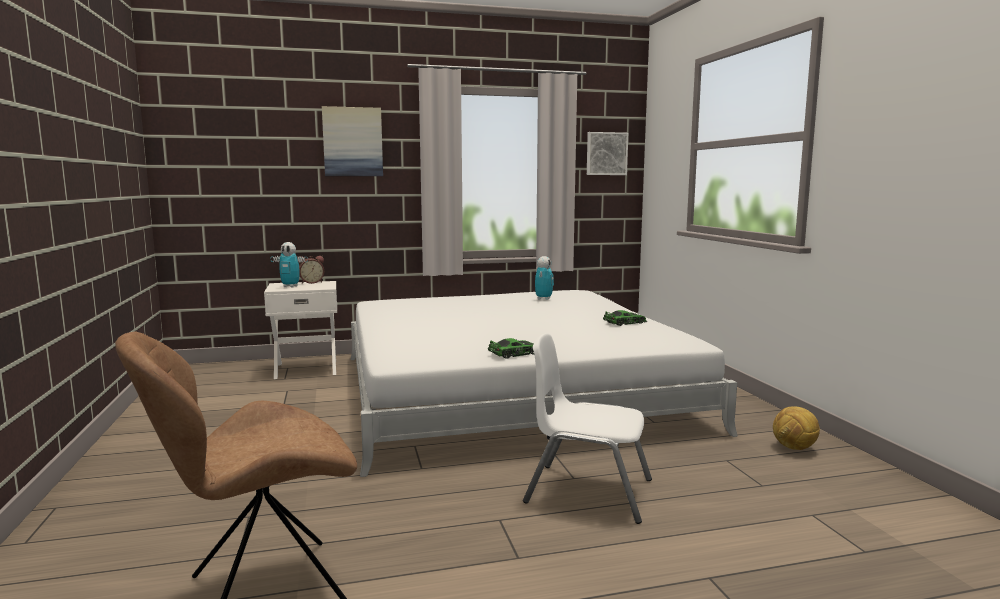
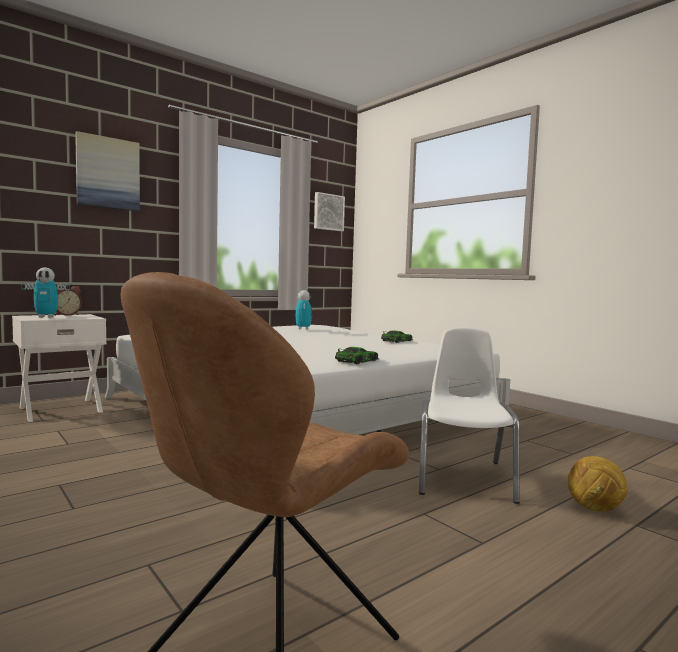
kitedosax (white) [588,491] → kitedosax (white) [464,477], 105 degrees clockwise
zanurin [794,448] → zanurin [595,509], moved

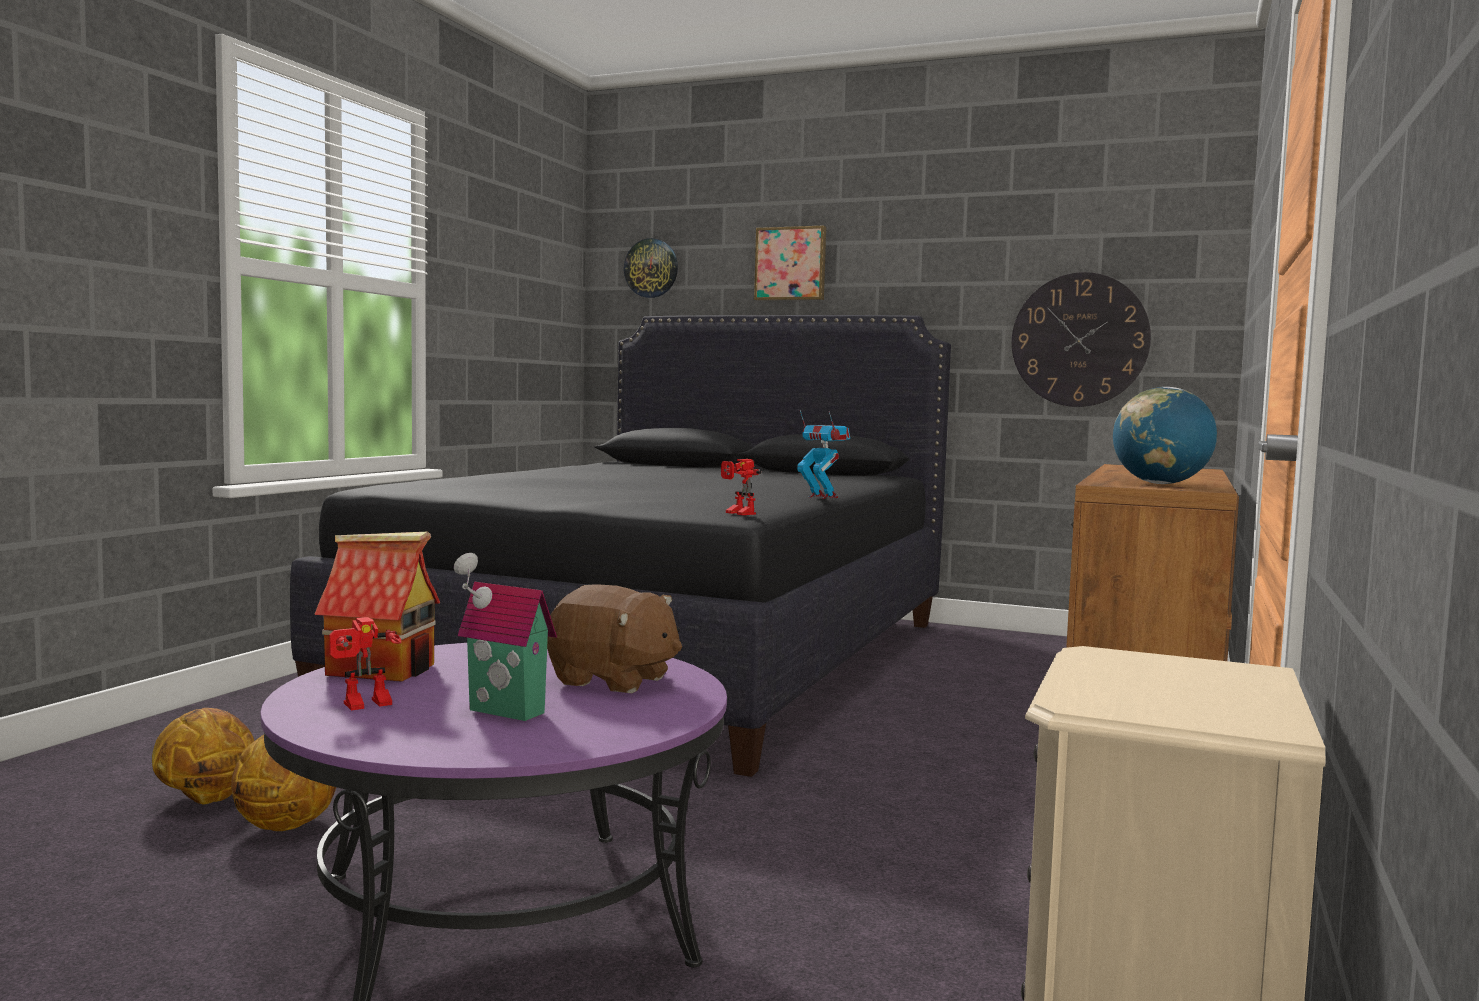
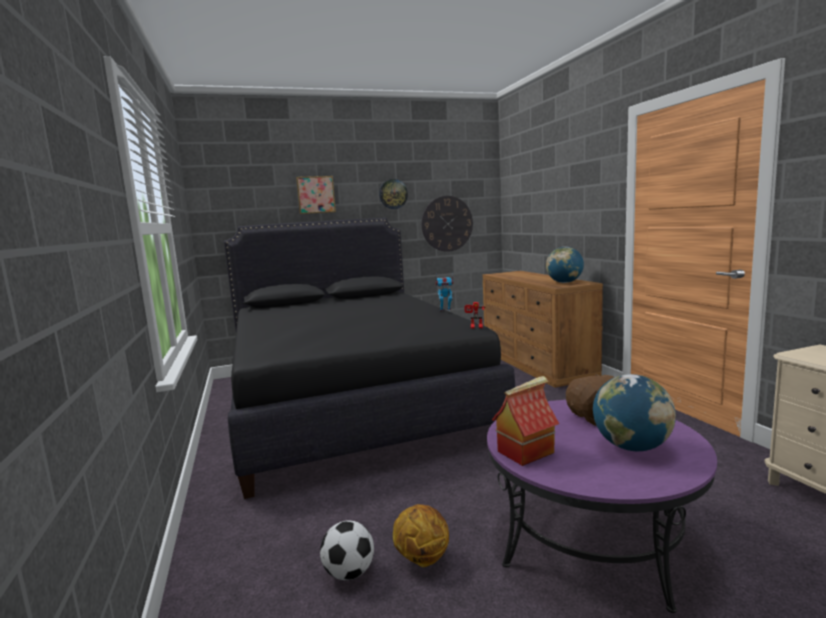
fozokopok [206,799] → zanurin [349,573]
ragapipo [651,268] → ragapipo [393,194], moved
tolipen [502,712] → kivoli [631,447]
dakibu [366,706] → -

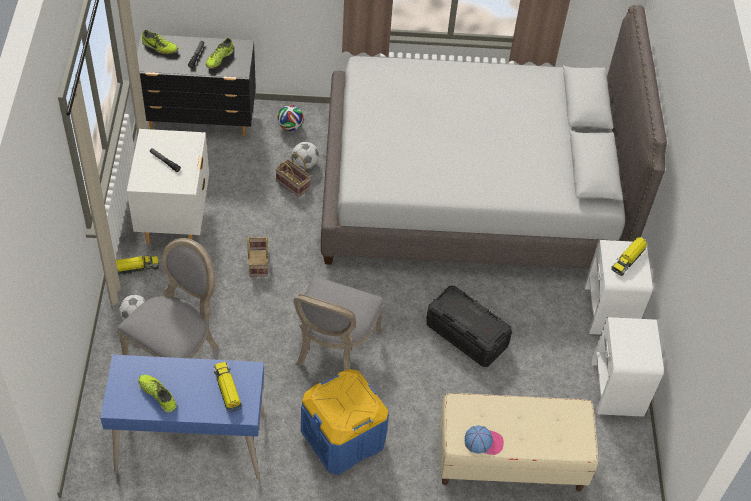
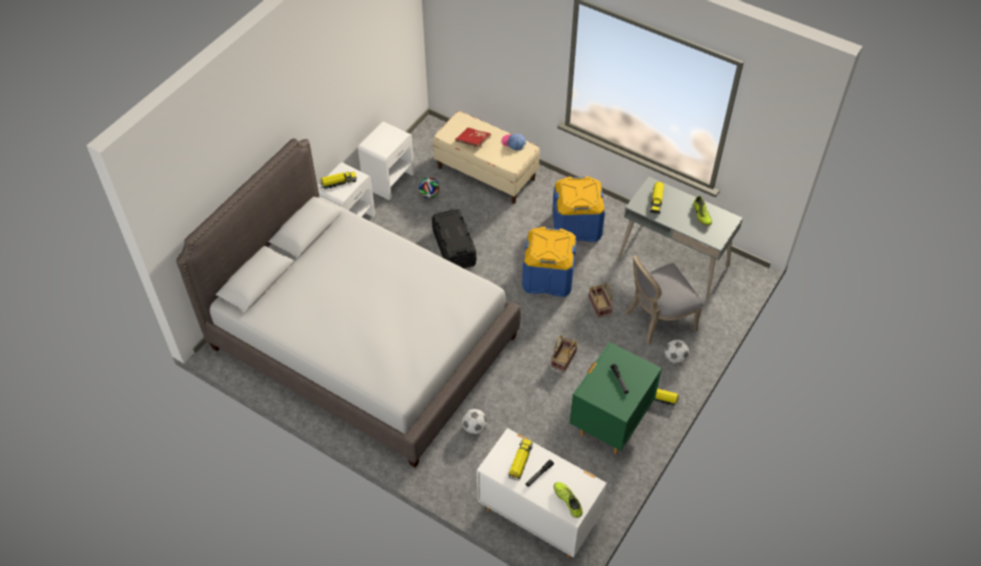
zanurin [290,127] → zanurin [429,195], moved
- → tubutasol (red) [473,141]
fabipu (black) [200,120] → fabipu (white) [537,517]
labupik [219,59] → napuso [520,462]
kitedosax (grey) [333,349] → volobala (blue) [548,277]
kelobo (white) [174,221] → kelobo (green) [610,424]
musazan [294,184] → musazan [598,305], moved
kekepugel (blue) [191,445] → kekepugel (grey) [673,261]

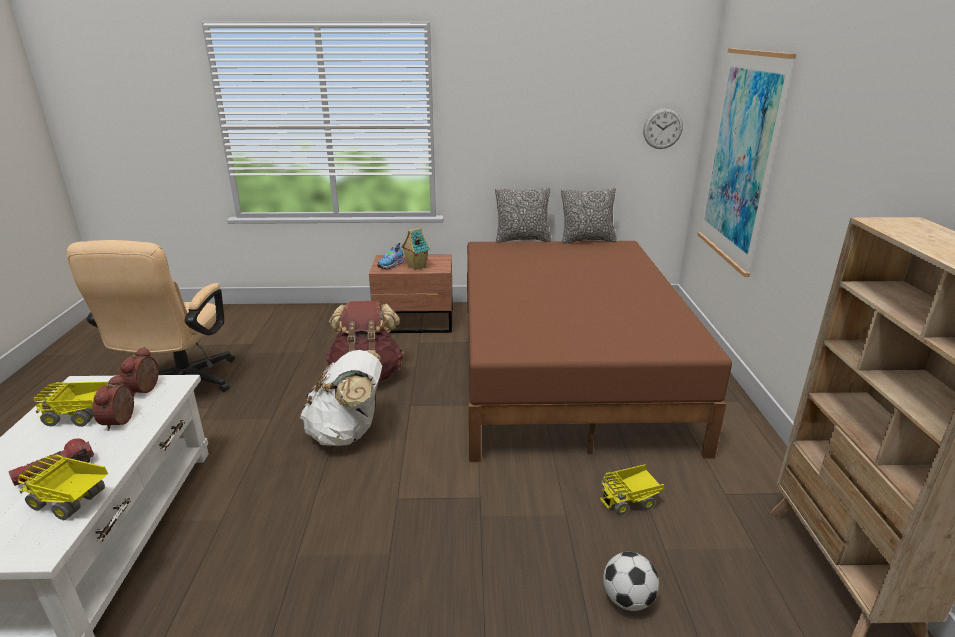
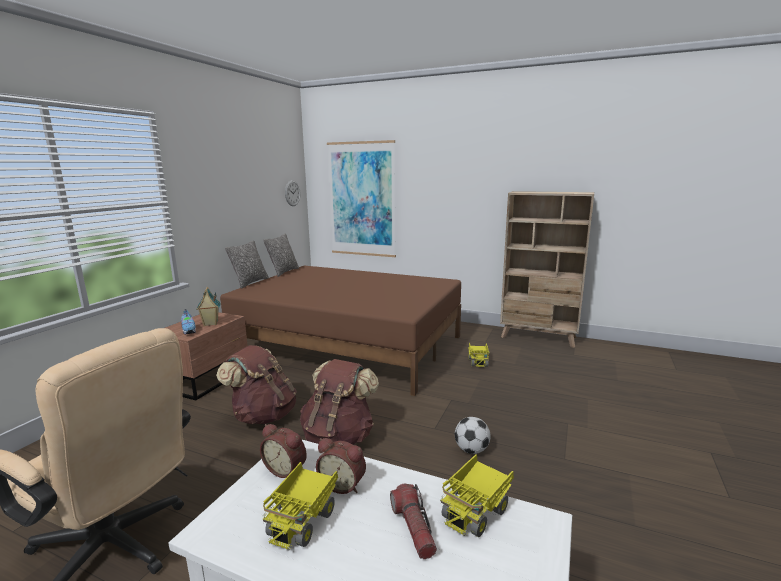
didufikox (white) [347,433] → didufikox (brown) [339,437]
zanurin [628,600] → zanurin [471,450], moved

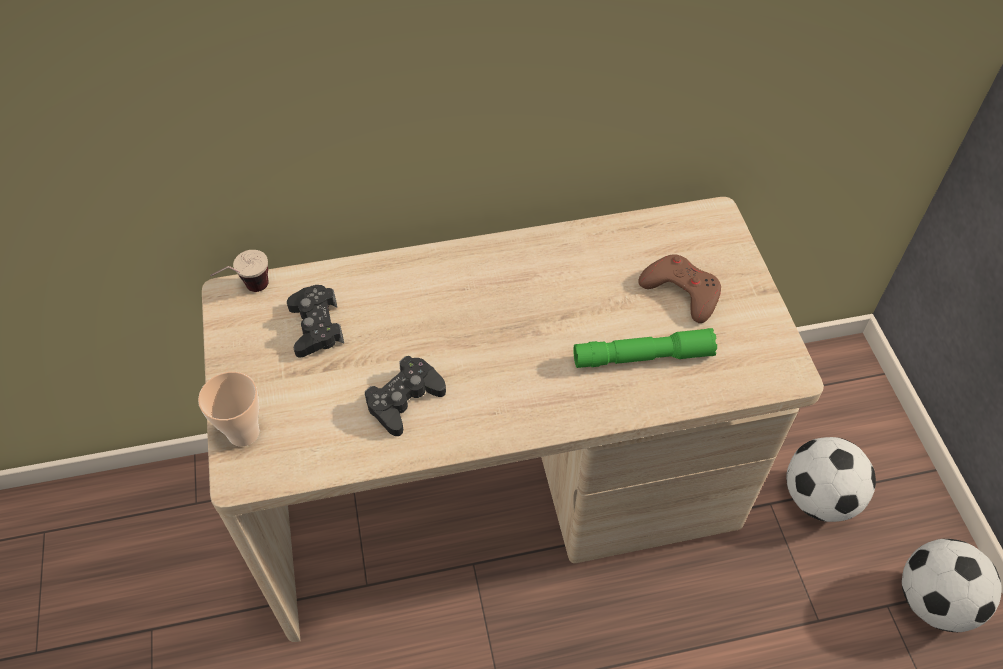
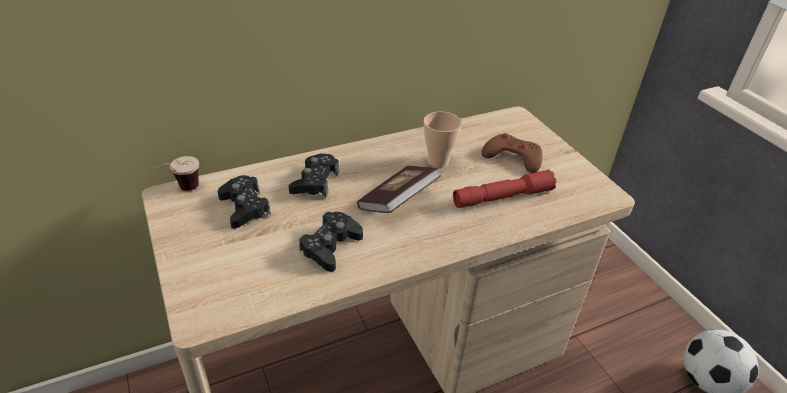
- → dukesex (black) [315,182]
- → tubutasol [398,201]
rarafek [243,433] → rarafek [438,161], moved
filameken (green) [642,357] → filameken (red) [502,197]
zanurin [819,498] → -

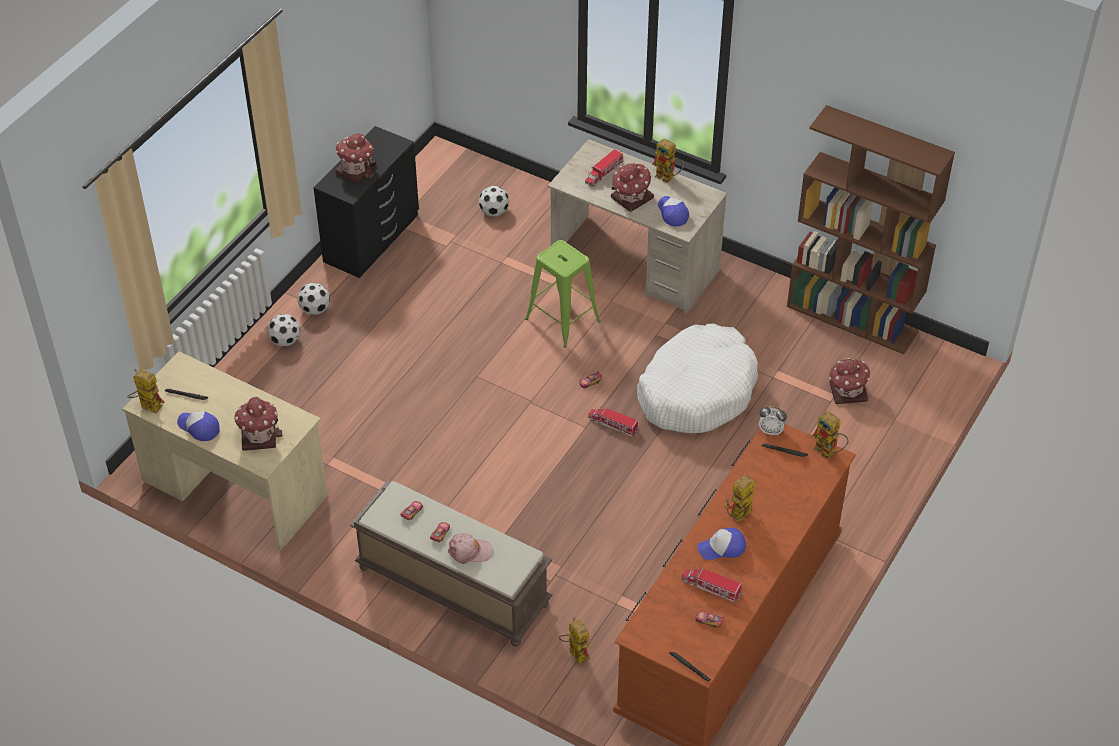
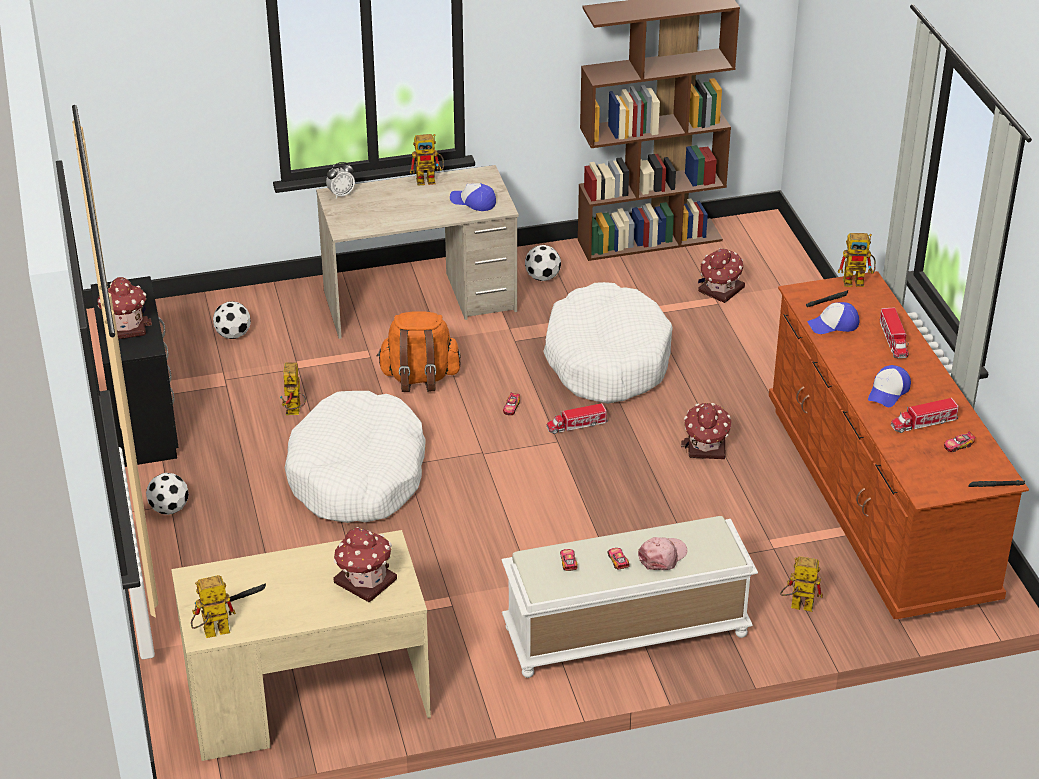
dakibu [738,517] → dakibu [295,412], moved
- → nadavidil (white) [357,475]
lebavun [771,430] → lebavun [341,194], moved
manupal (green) [563,320] → didufikox (orange) [419,378]
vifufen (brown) [451,586] → vifufen (white) [625,633]
zanurin [285,341] → zanurin [542,277], moved
tolipen [631,198] → tolipen [706,447], moved
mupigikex [199,427] → mupigikex [833,325], moved
napuso [603,173] → napuso [893,340], moved

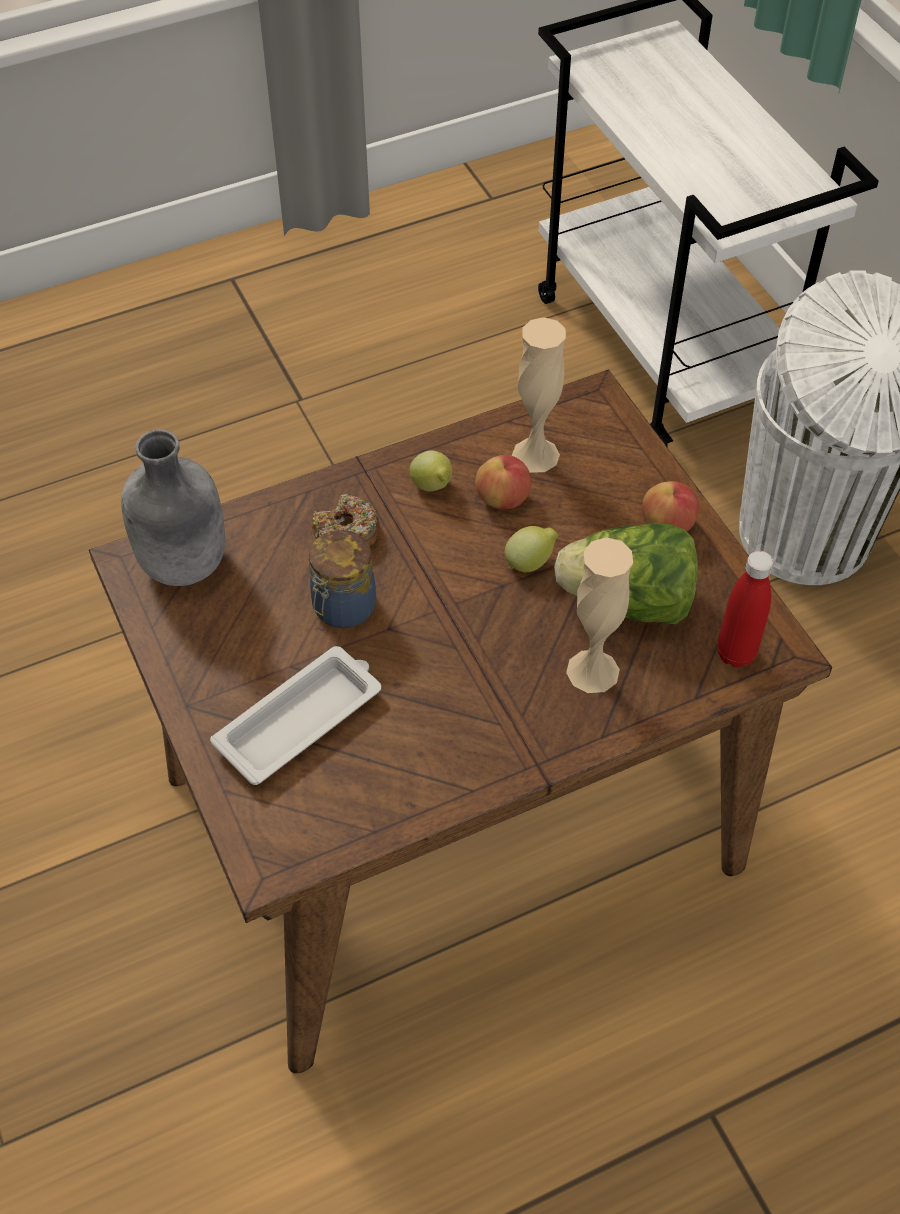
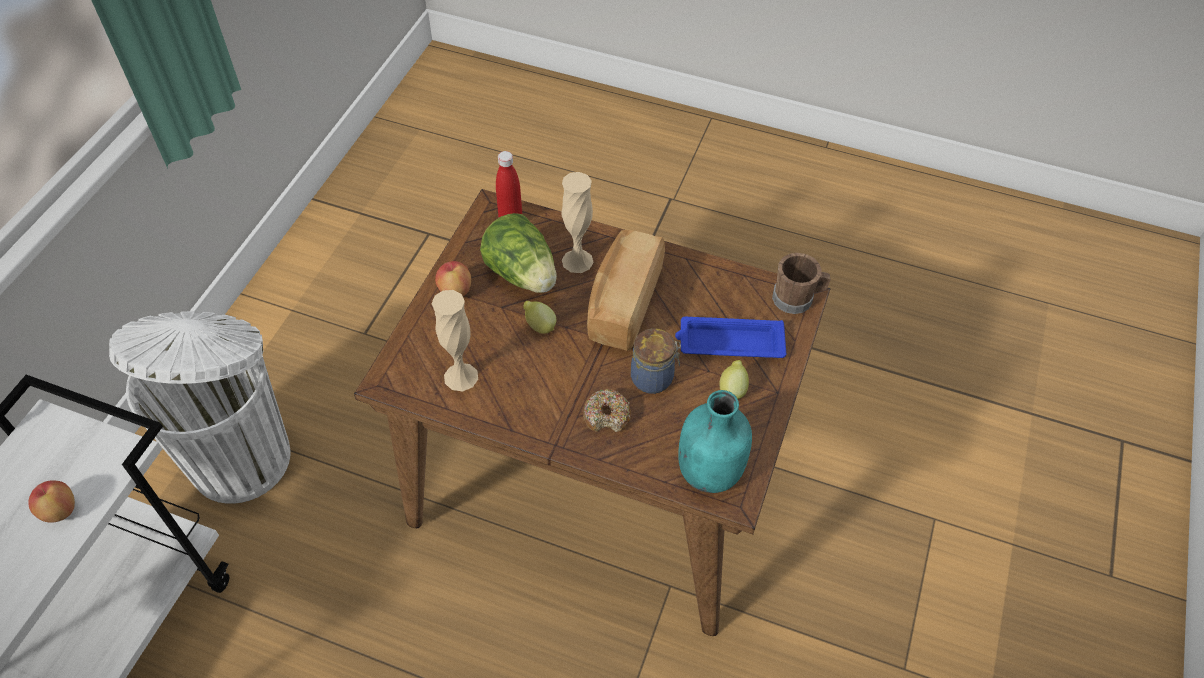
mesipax [503,499] → mesipax [60,510], moved
- → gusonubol [622,304]
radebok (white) [301,719] → radebok (blue) [729,342]
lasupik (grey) [184,565] → lasupik (turquoise) [710,471]
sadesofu [432,487] → sadesofu [732,390], moved
- → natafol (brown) [797,298]

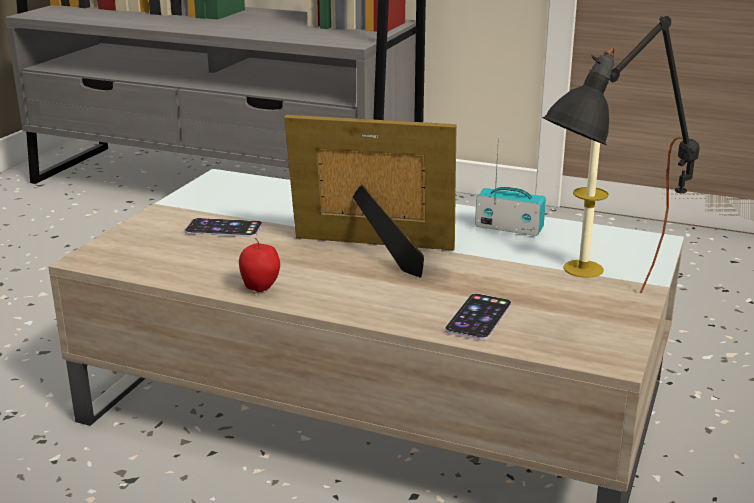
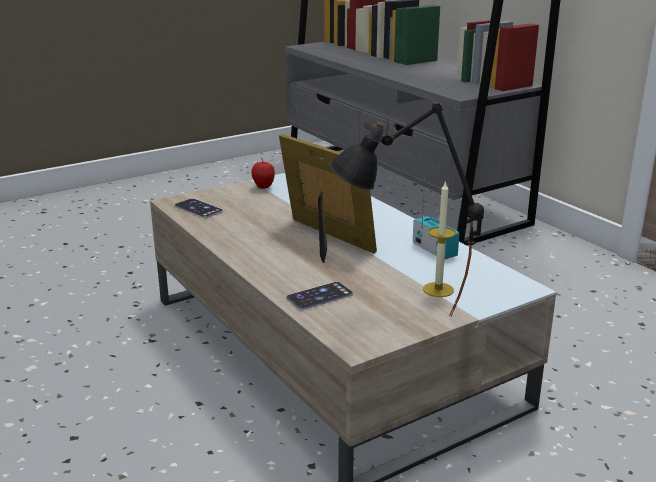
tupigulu [224,228] → tupigulu [198,208], moved
mesipax [260,289] → mesipax [263,187], moved

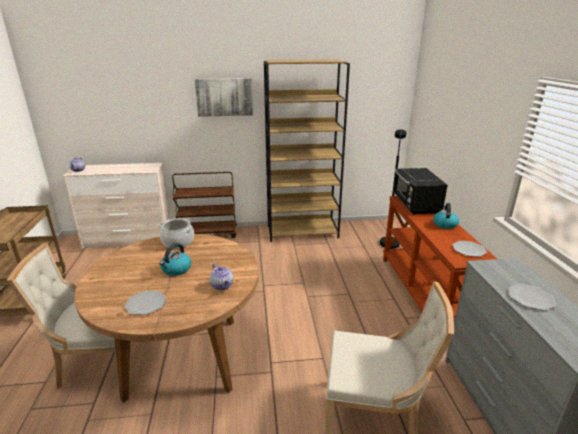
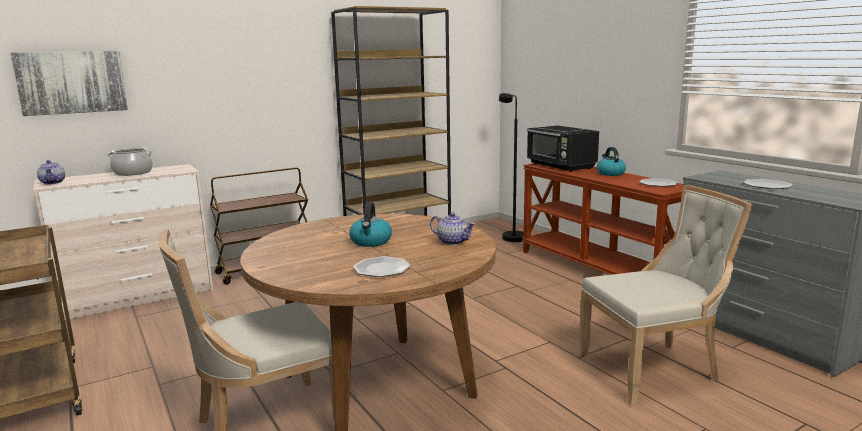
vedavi [224,97] → vedavi [72,82], moved
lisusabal [178,242] → lisusabal [133,172], moved

